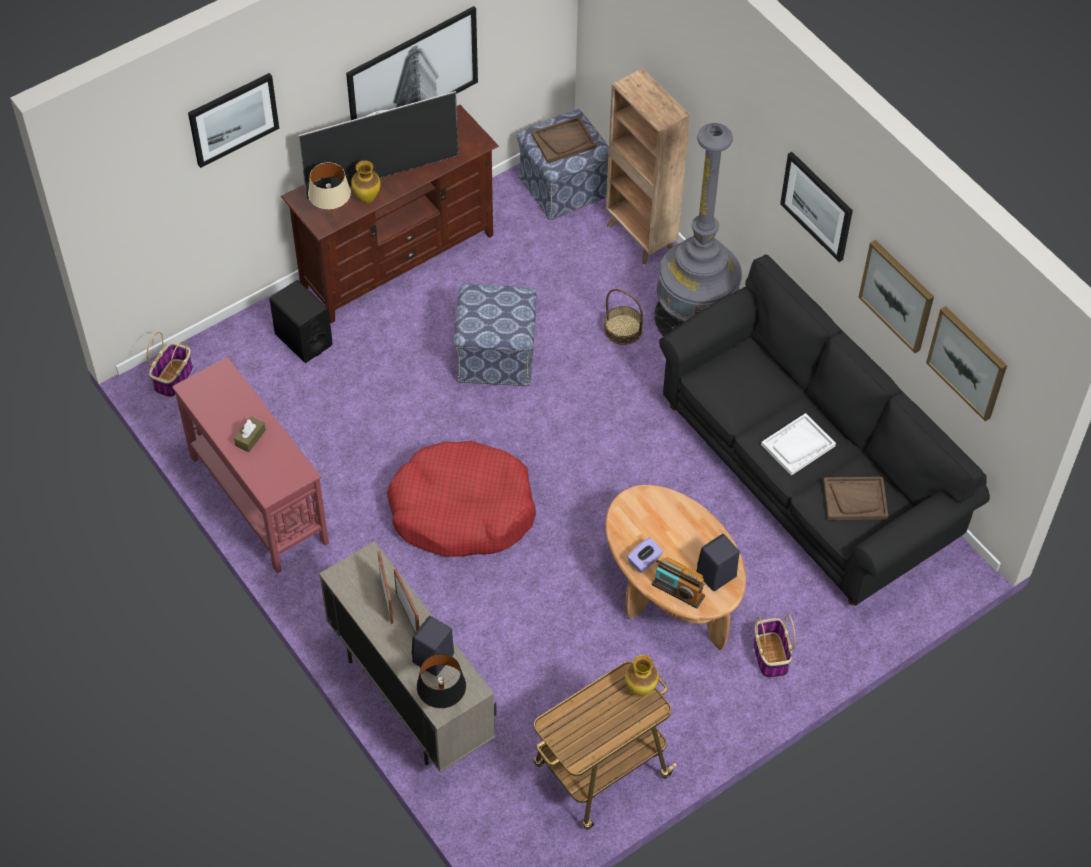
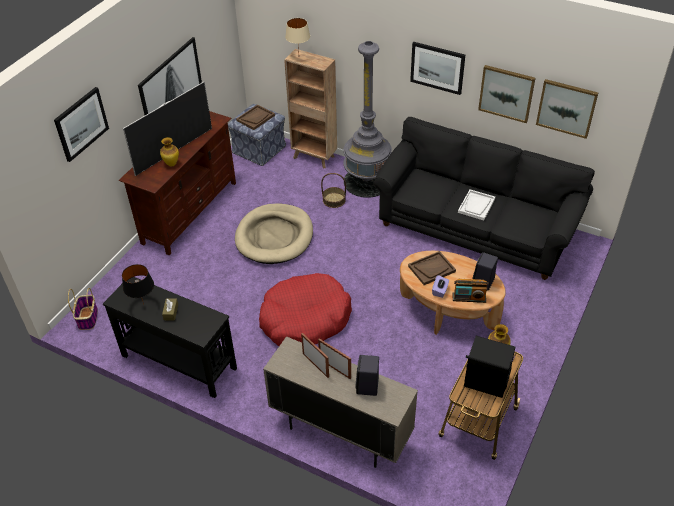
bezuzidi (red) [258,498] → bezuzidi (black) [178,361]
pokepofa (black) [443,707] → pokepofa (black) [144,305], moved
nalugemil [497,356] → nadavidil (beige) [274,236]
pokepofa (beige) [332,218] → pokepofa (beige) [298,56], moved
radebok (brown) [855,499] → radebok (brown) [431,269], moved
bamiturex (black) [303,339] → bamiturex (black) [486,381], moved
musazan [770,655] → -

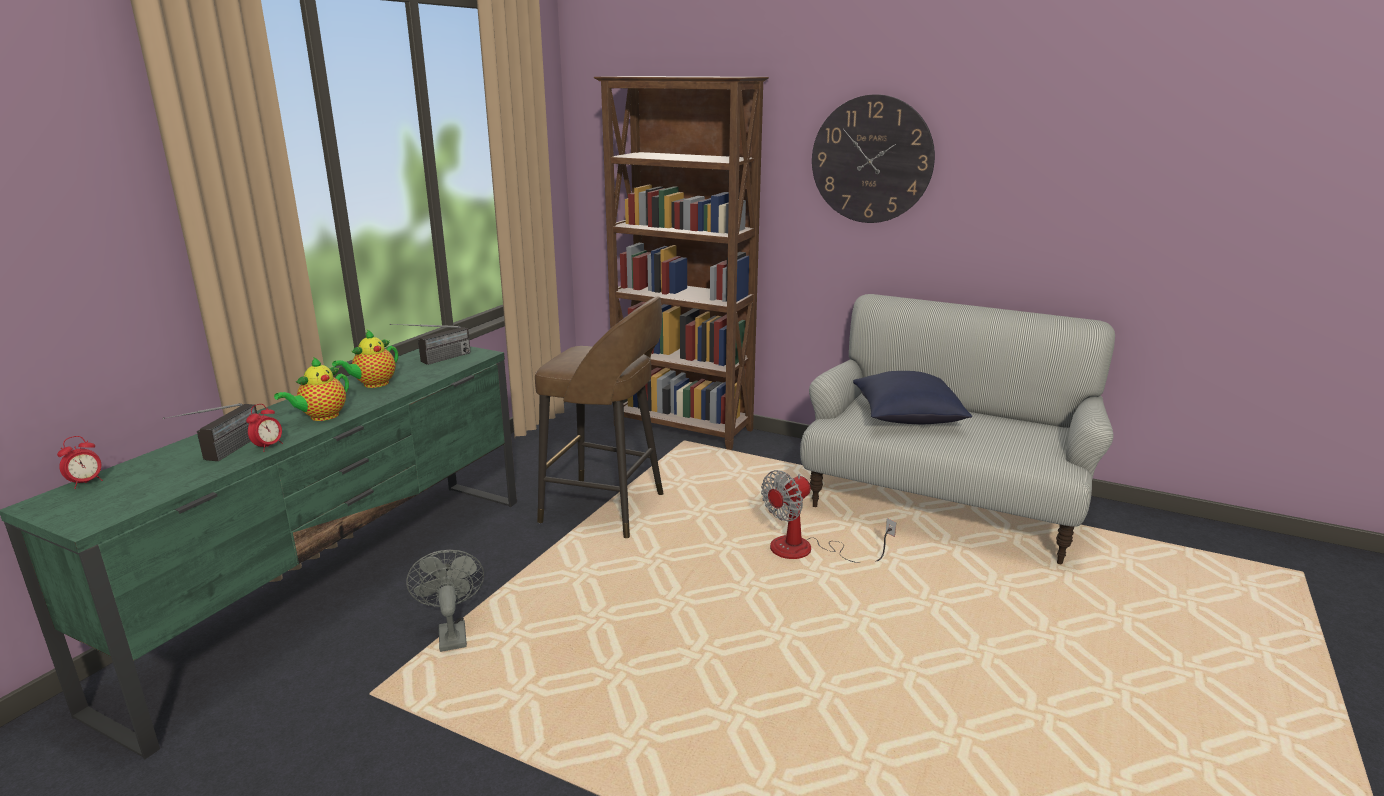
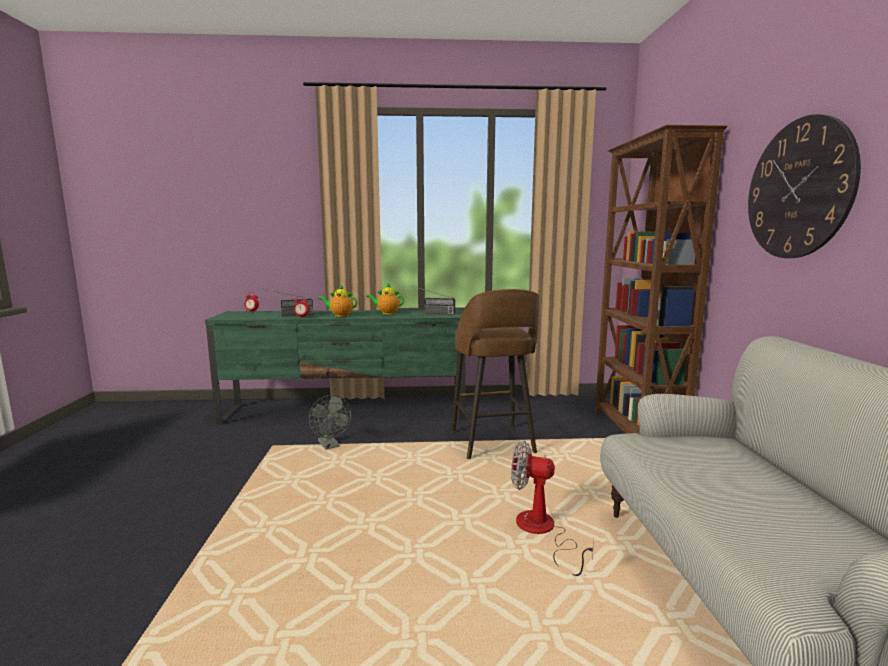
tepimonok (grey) [451,633] → tepimonok (grey) [330,446], 105 degrees clockwise
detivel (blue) [907,417] → -

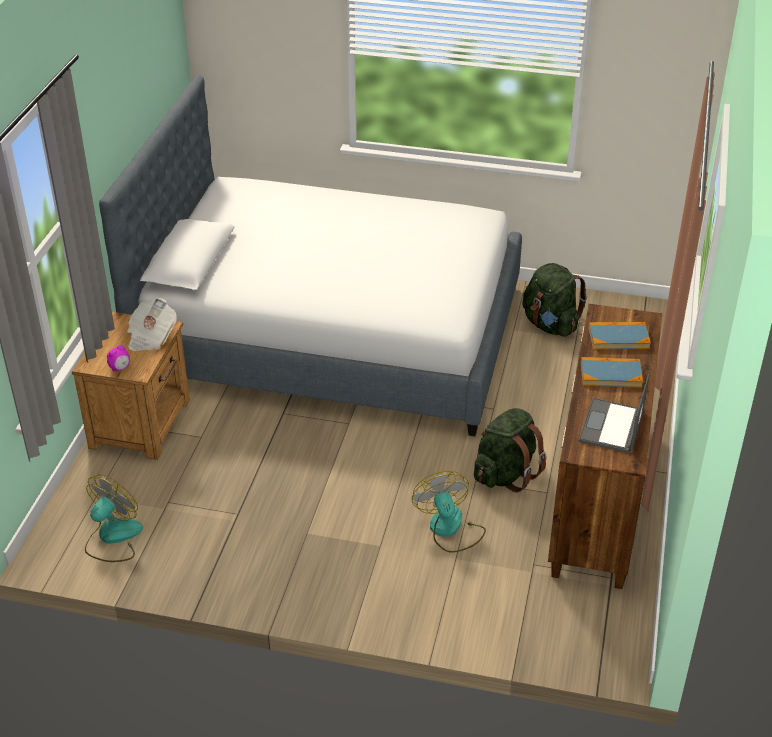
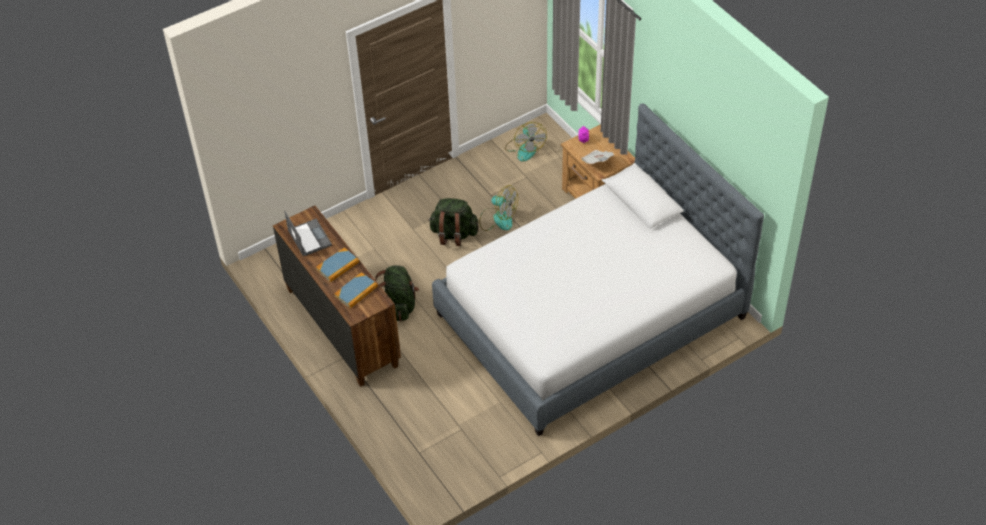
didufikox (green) [550,325] → didufikox (green) [454,234], moved
tepimonok [449,529] → tepimonok [498,218], moved

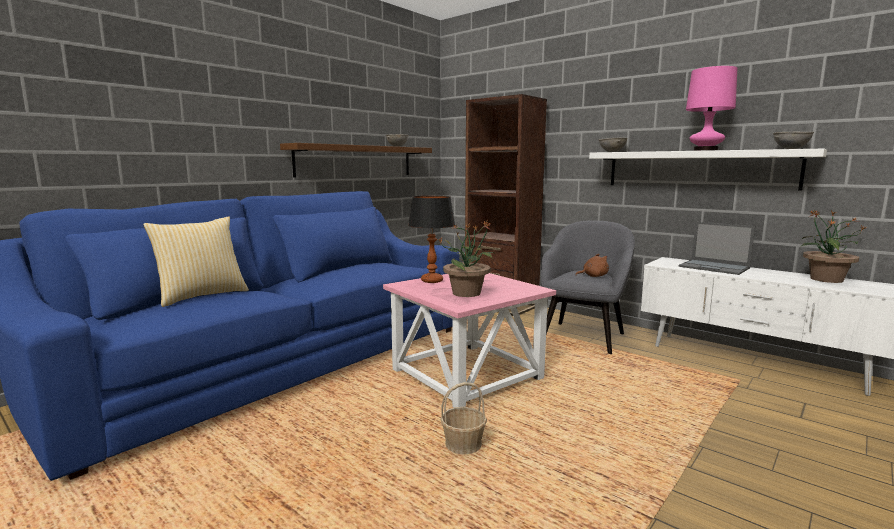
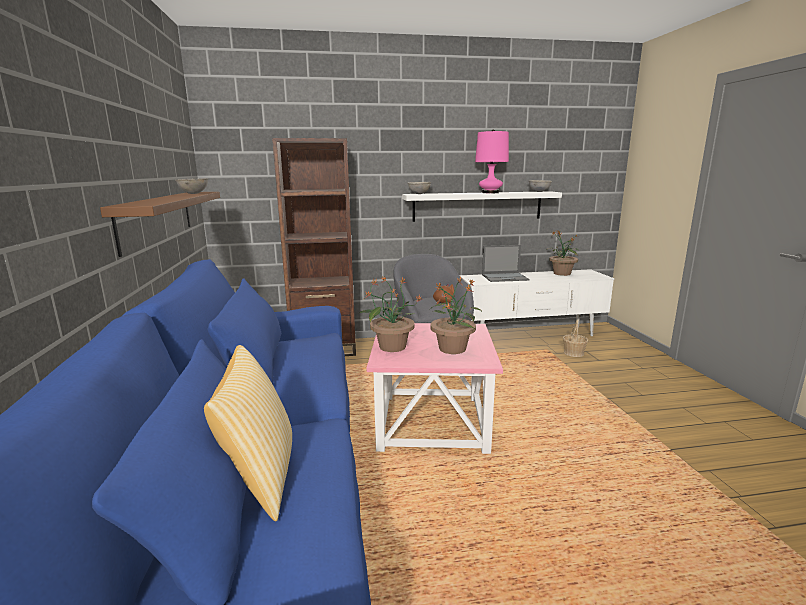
pokepofa [432,281] → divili [391,347]
musazan [463,445] → musazan [574,353], moved

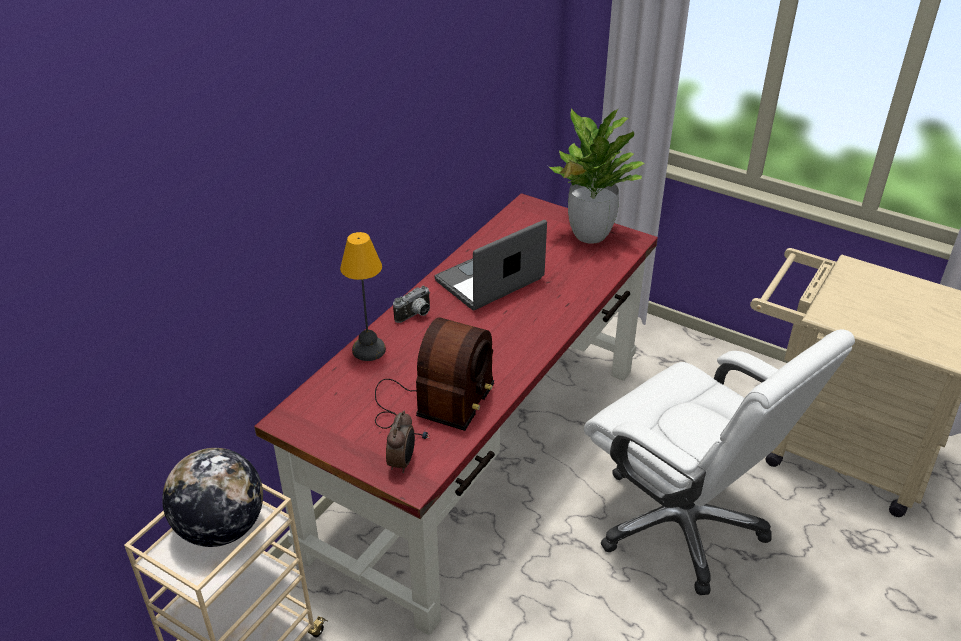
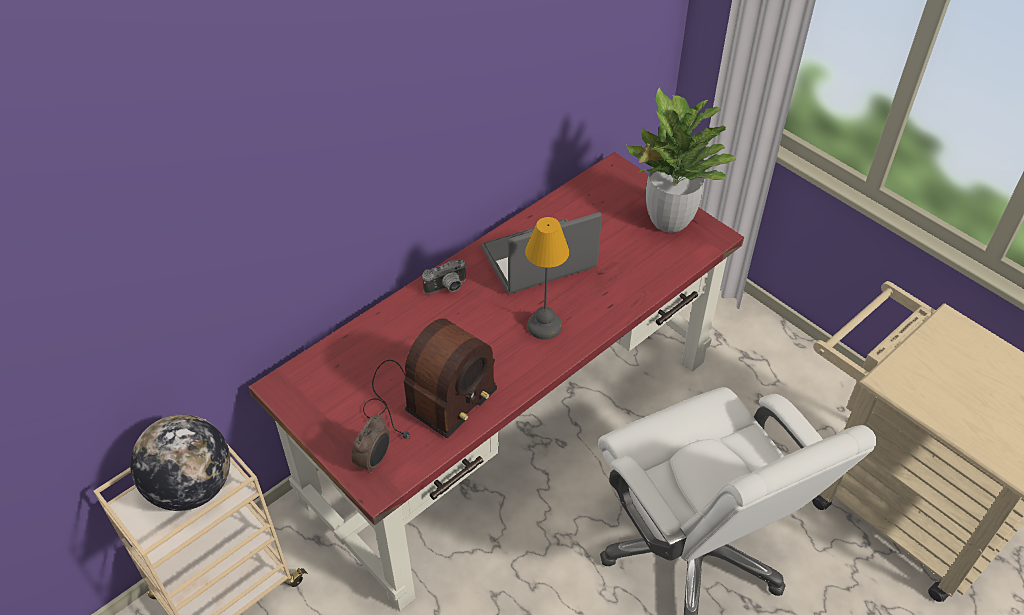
pokepofa [367,350] → pokepofa [543,325], moved

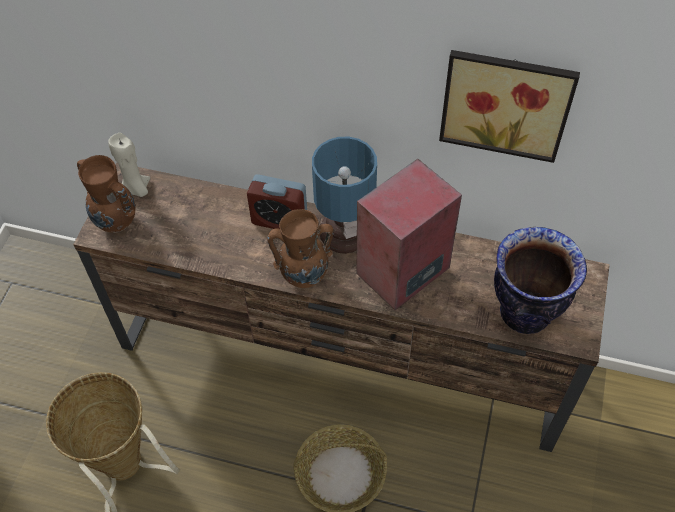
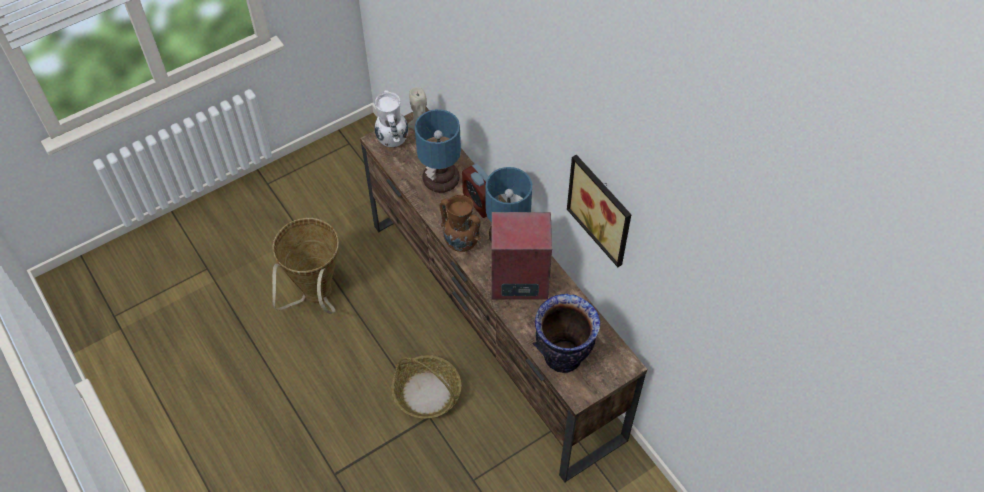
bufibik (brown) [117,223] → bufibik (white) [392,141]
- → pokepofa [440,181]

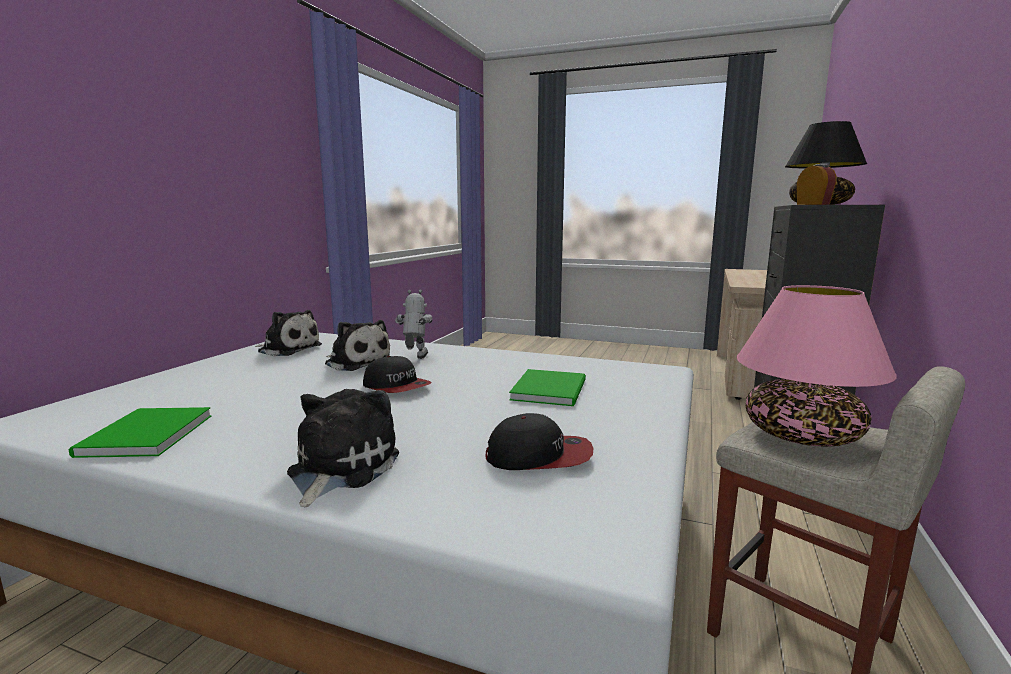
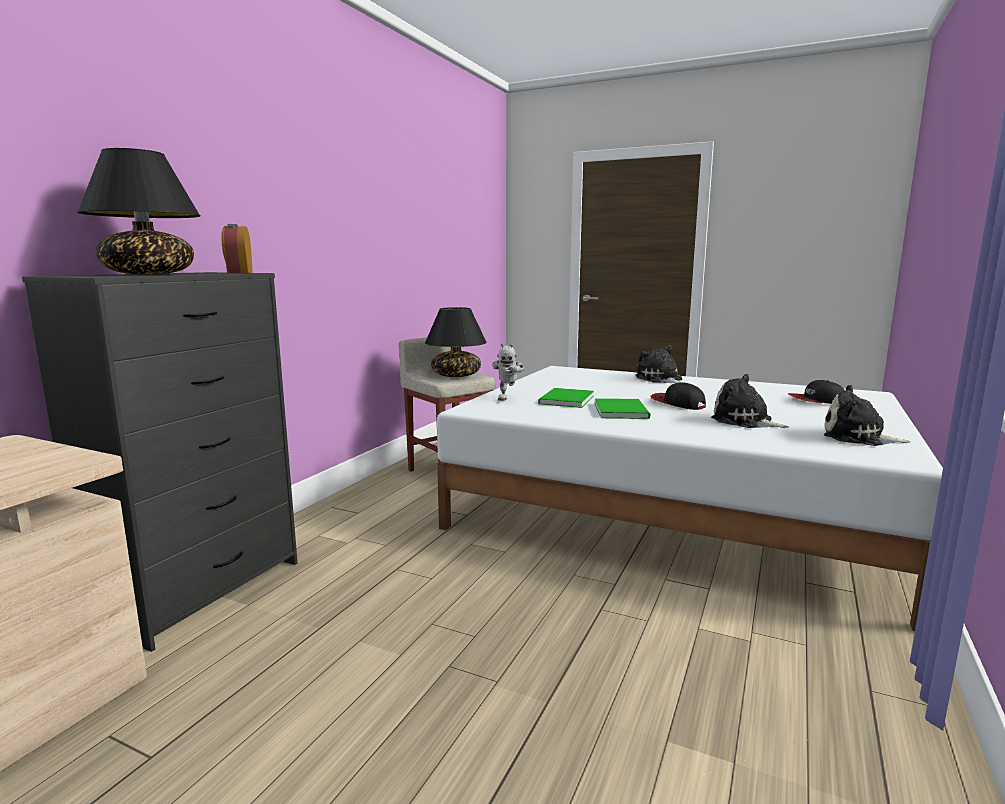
pokepofa (pink) [802,434] → pokepofa (black) [455,375]
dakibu [415,360] → dakibu [507,398], moved
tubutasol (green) [142,436] → tubutasol (green) [622,410], moved
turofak [339,468] → turofak [660,379], 135 degrees clockwise
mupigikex [539,456] → mupigikex [816,401], moved

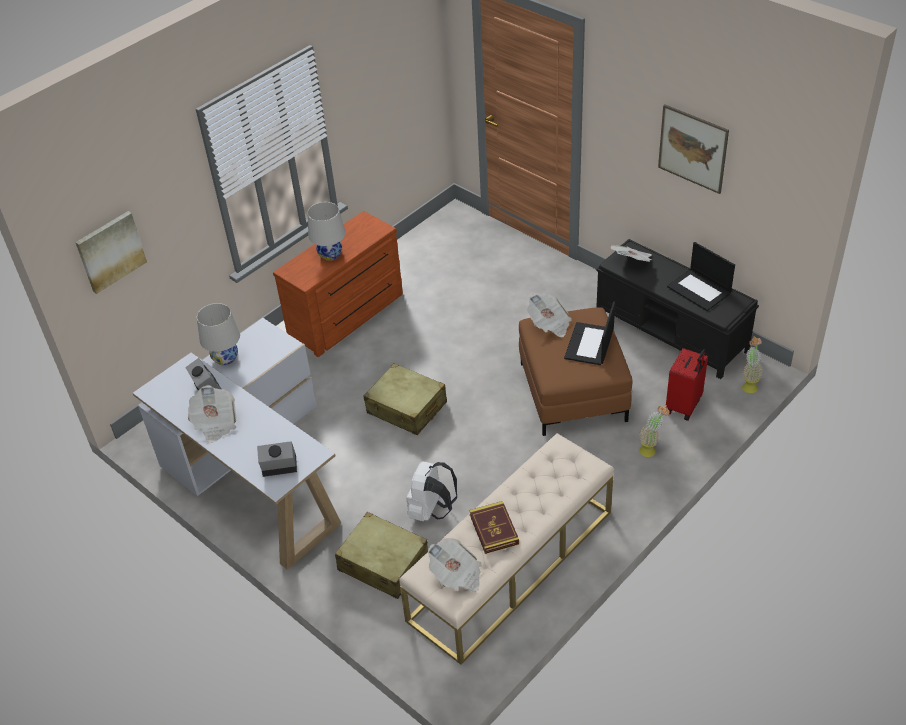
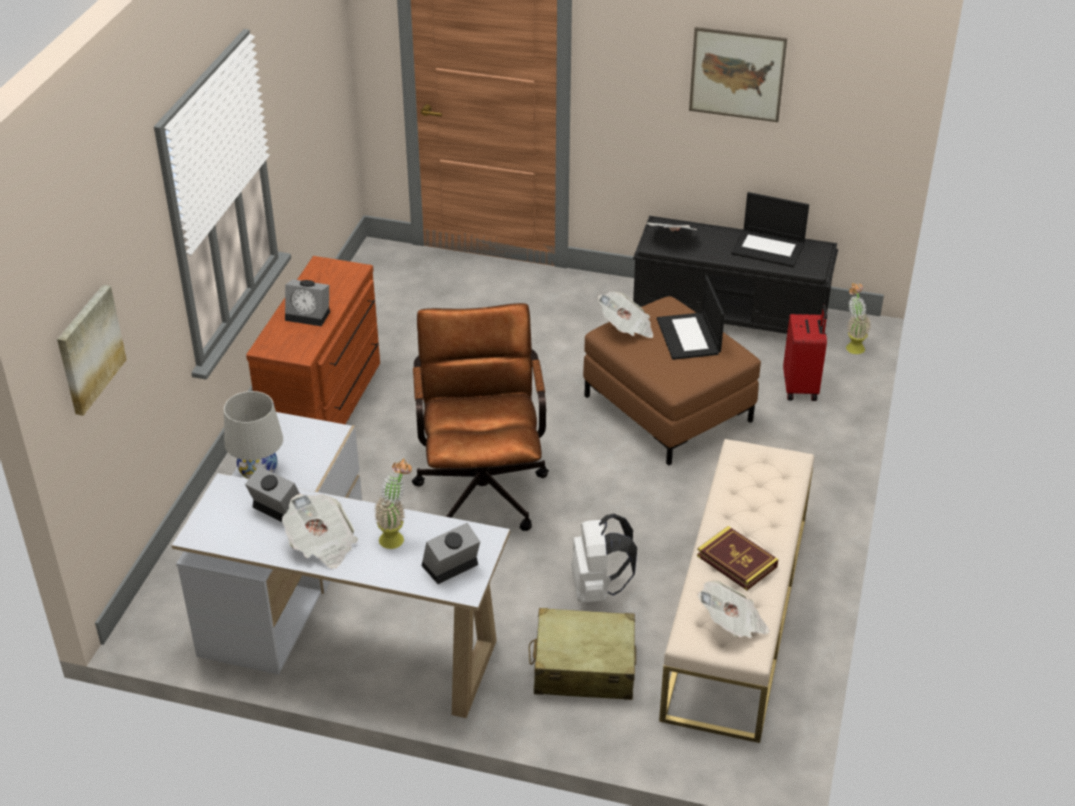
pokepofa (white) [330,254] → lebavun [310,315]
divili [651,449] → divili [396,536], moved
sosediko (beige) [407,408] → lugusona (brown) [482,485]

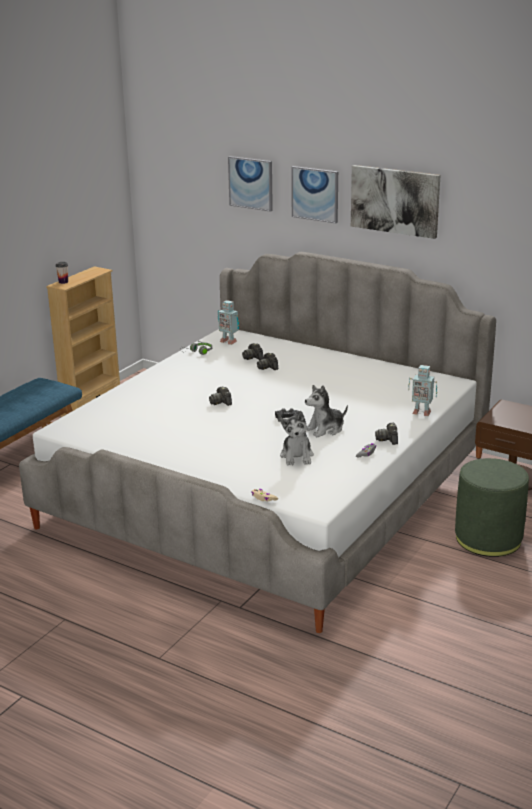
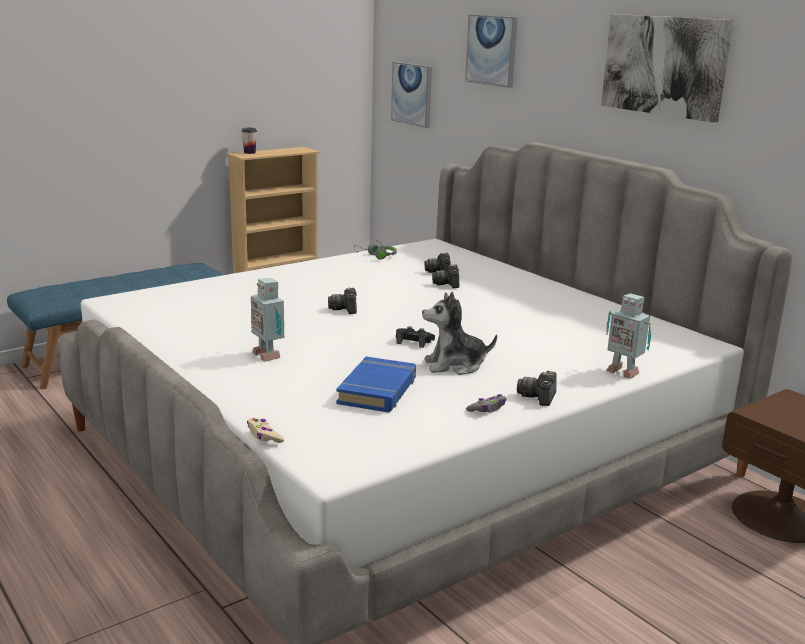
dakibu [228,341] → dakibu [268,355], moved
turofak [297,456] → tubutasol (blue) [378,391]
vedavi [315,194] → vedavi [412,94], moved
nalugemil (green) [488,538] → -

